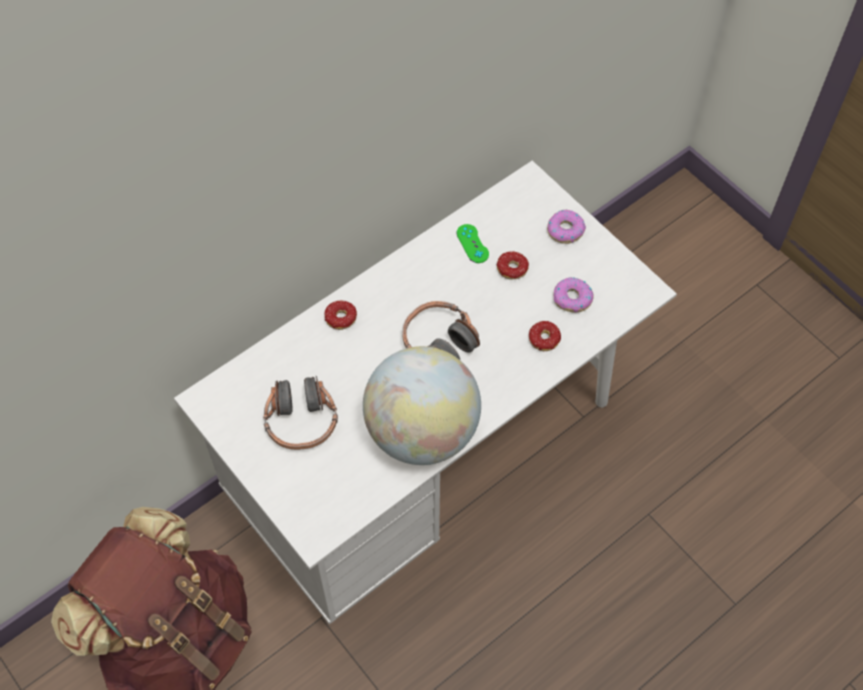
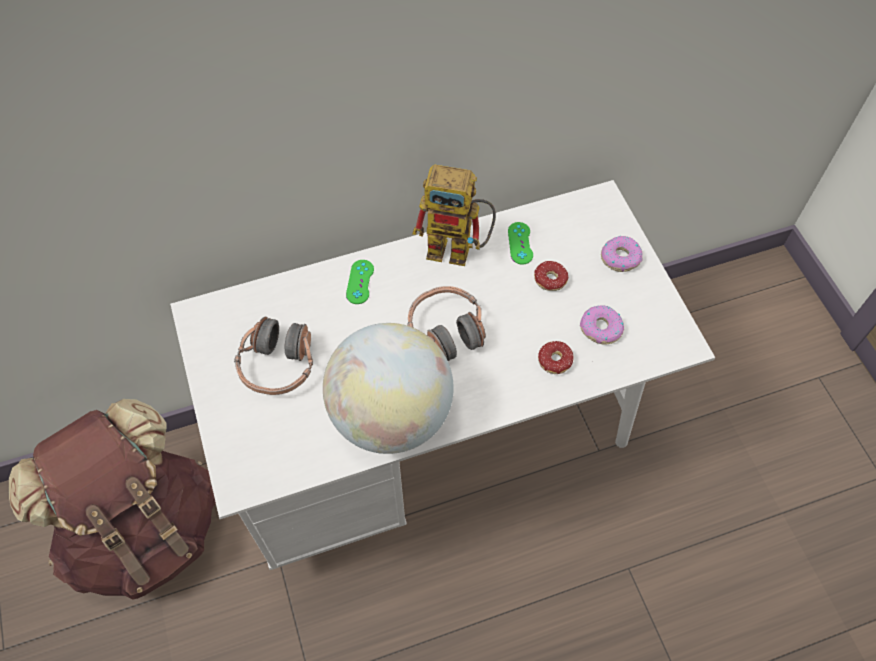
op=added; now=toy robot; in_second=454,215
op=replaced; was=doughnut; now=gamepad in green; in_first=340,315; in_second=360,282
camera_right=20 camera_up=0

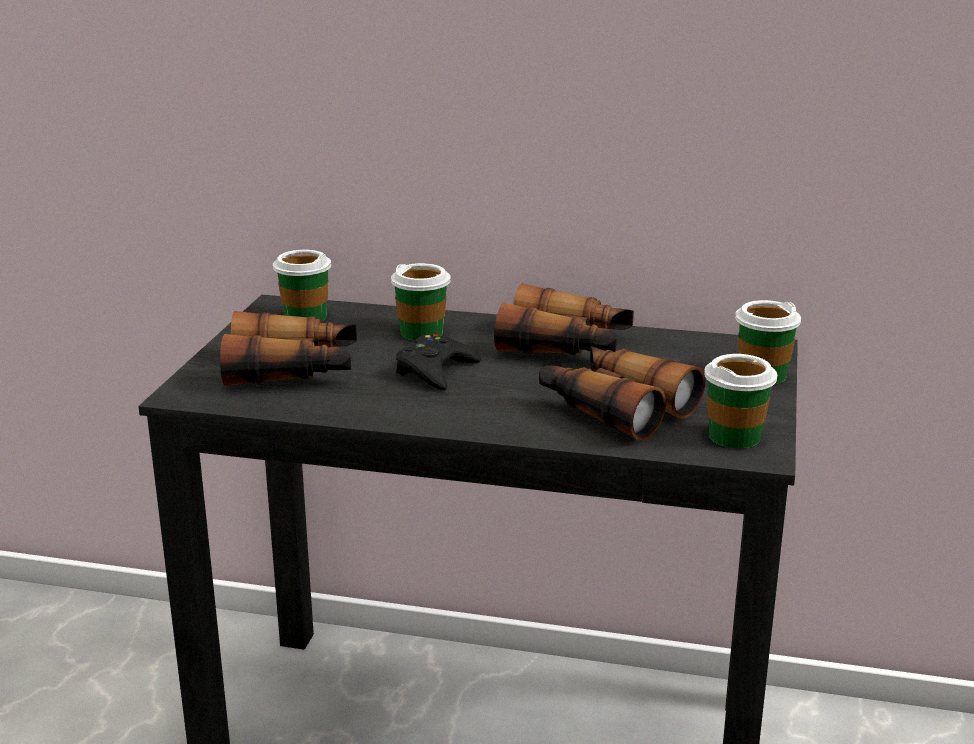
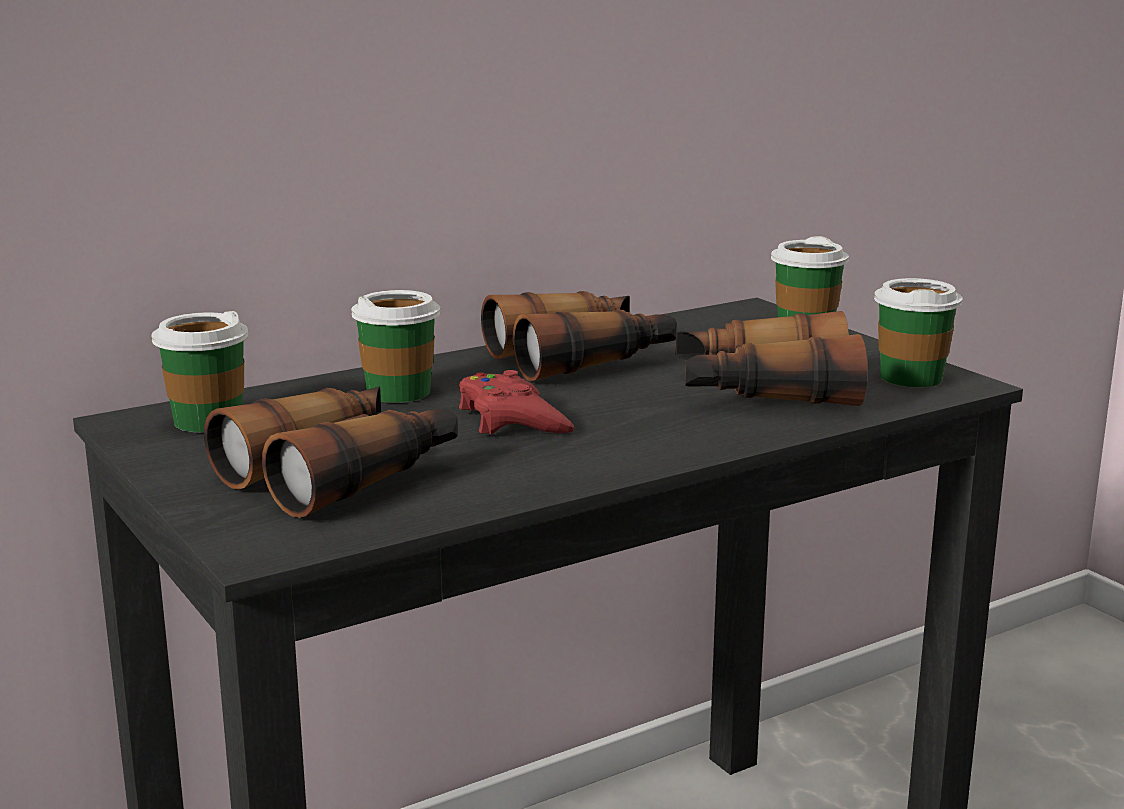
op=recoloured; was=gamepad in blackish; now=gamepad in red; in_first=438,362; in_second=516,402
camera_right=-45 camera_up=-5

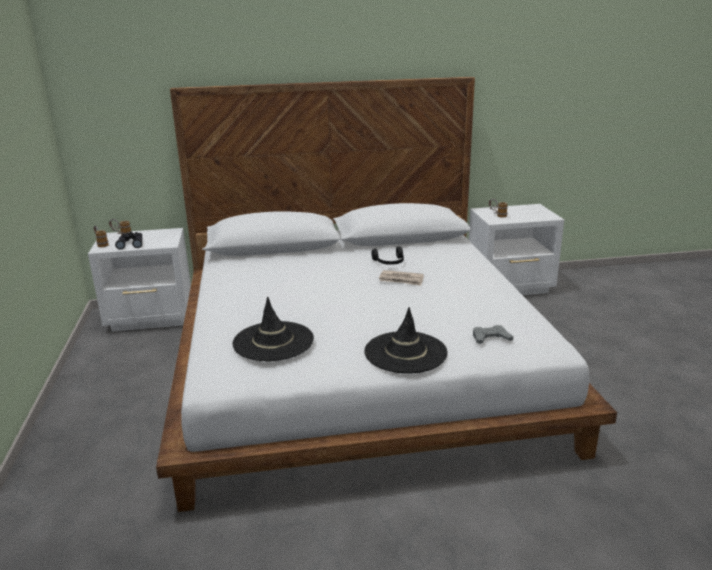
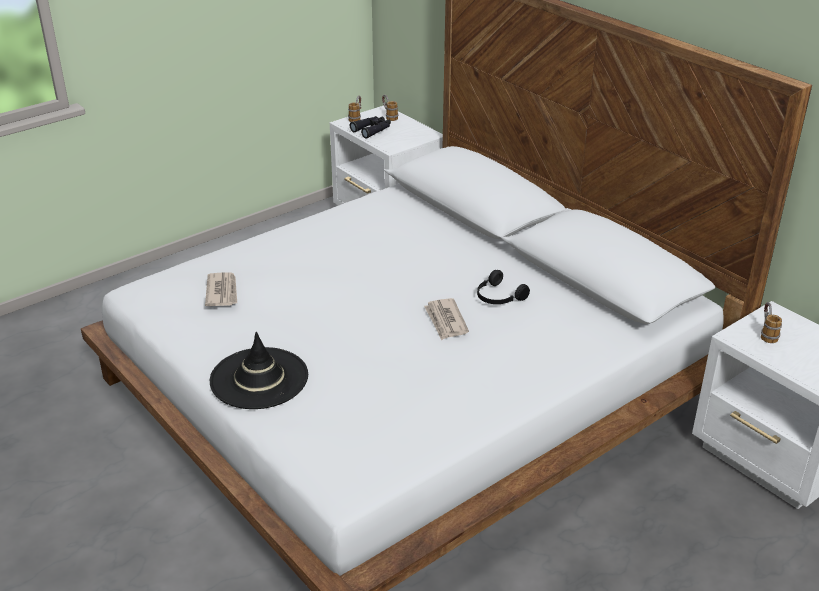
op=removed; was=gamepad in greyish; in_first=493,334
op=replaced; was=hat in blackish; now=daily paper; in_first=273,329; in_second=221,289
camera_right=60 camera_up=10

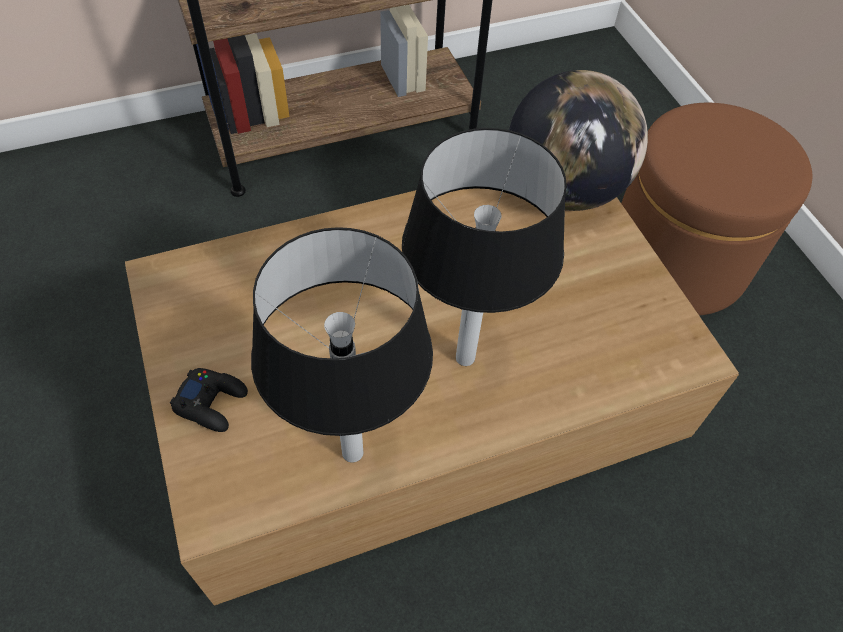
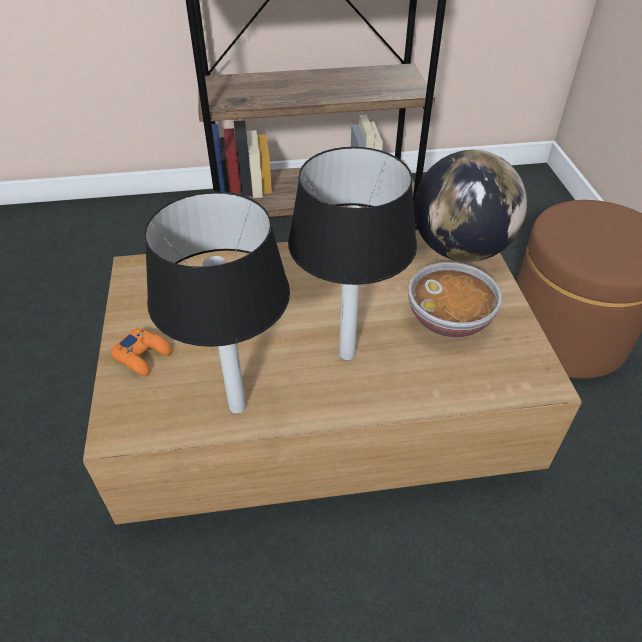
op=added; now=serving bowl; in_second=455,300
op=recoloured; was=gamepad in blackish; now=gamepad in orangey; in_first=209,400; in_second=141,352
camera_right=15 camera_up=-10

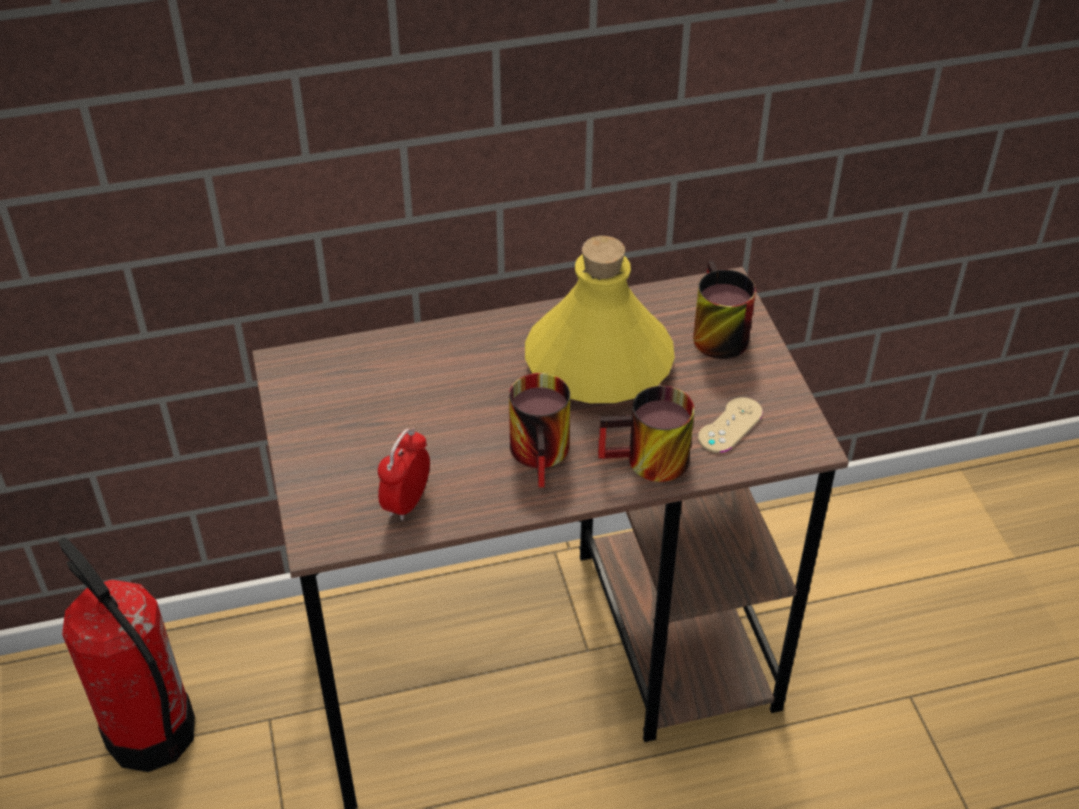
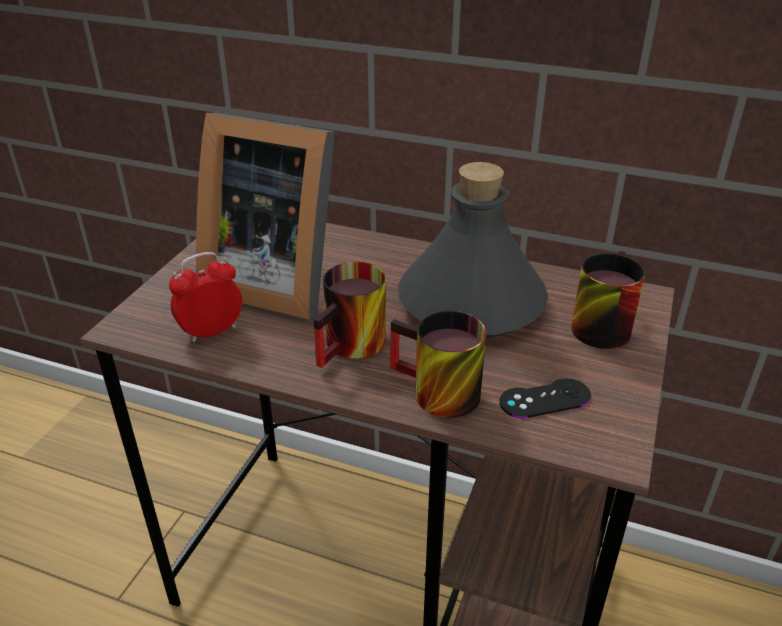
op=removed; was=fire extinguisher; in_first=126,654
op=added; now=standing frame; in_second=265,216
op=recoloured; was=bottle in yellowish; now=bottle in greyish; in_first=600,319; in_second=473,250
op=recoloured; was=gamepad in beige; now=gamepad in blackish; in_first=730,425; in_second=545,398
camera_right=35 camera_up=-10

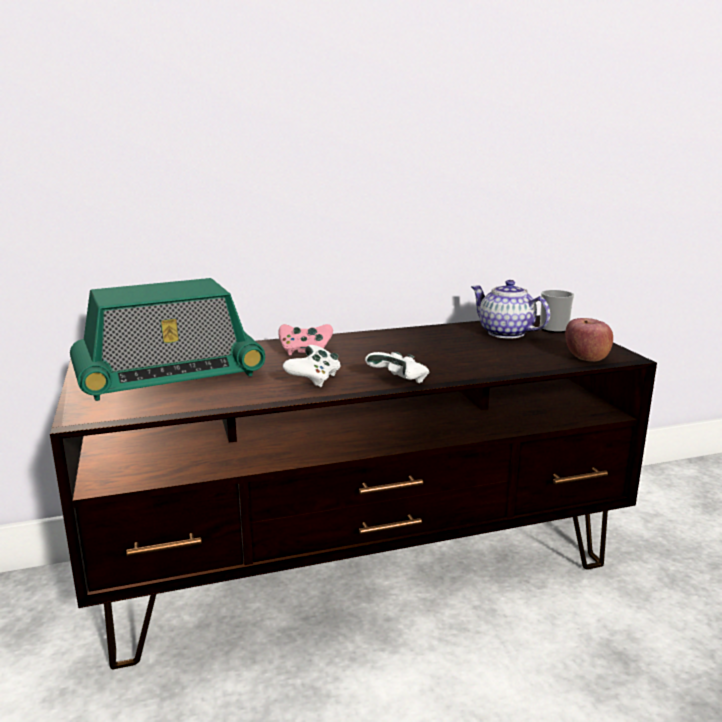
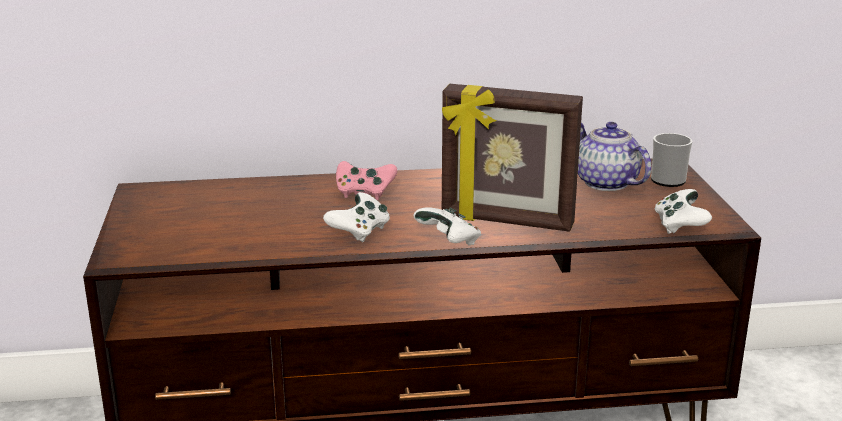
op=removed; was=radio set; in_first=167,339
op=added; now=standing frame; in_second=512,158
op=replaced; was=apple; now=gamepad in whitish; in_first=589,340; in_second=683,211
camera_right=10 camera_up=5

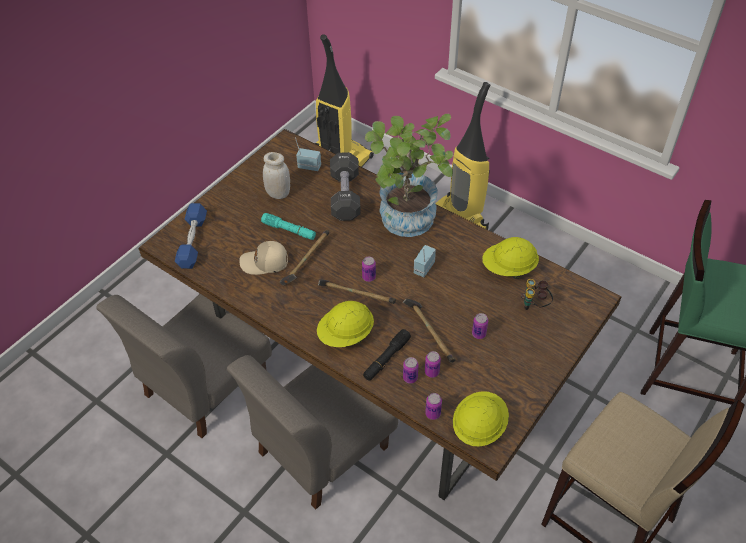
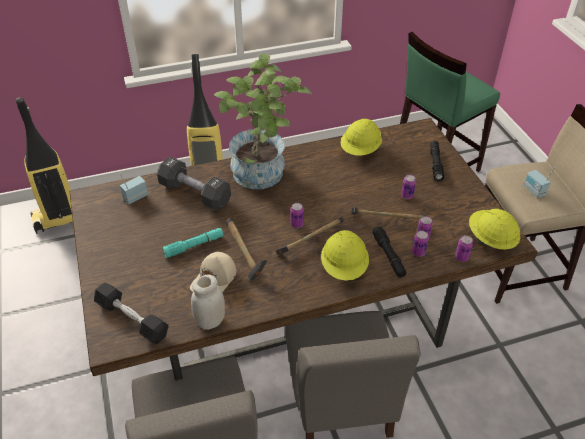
op=removed; was=pair of binoculars; in_first=537,294
op=added; now=flashlight in blackish; in_second=437,161
op=moved; was=jar in whitish; in_first=276,175; in_second=208,302
op=moved; was=radio set; in_first=425,261; in_second=539,182
op=recoloured; was=free weight in blue; now=free weight in blackish; in_first=190,236; in_second=131,313
camera_right=-55 camera_up=-5

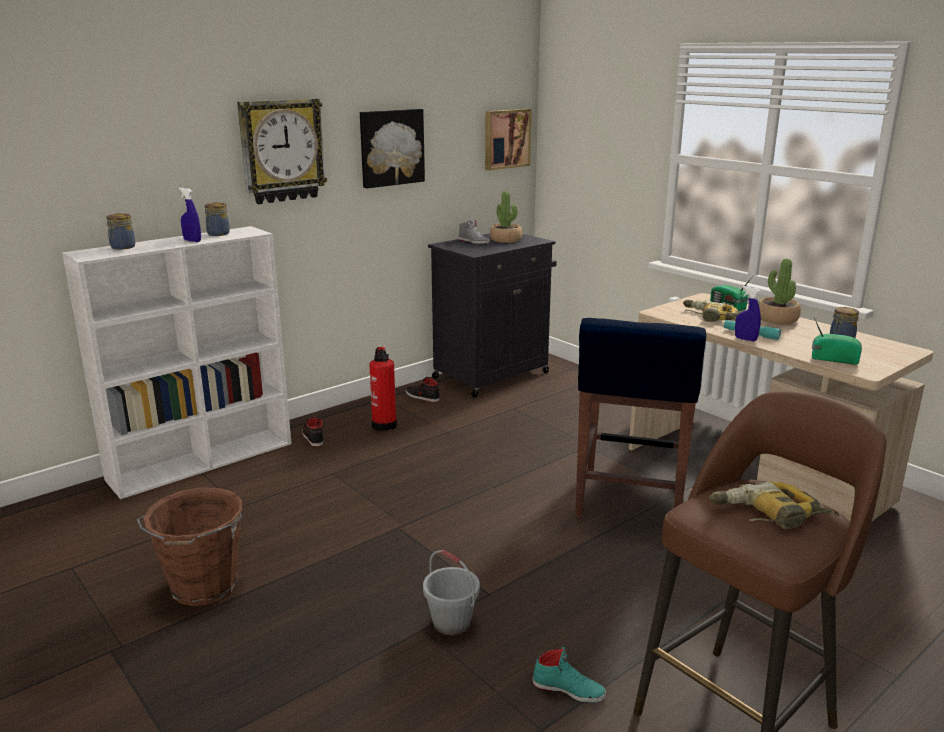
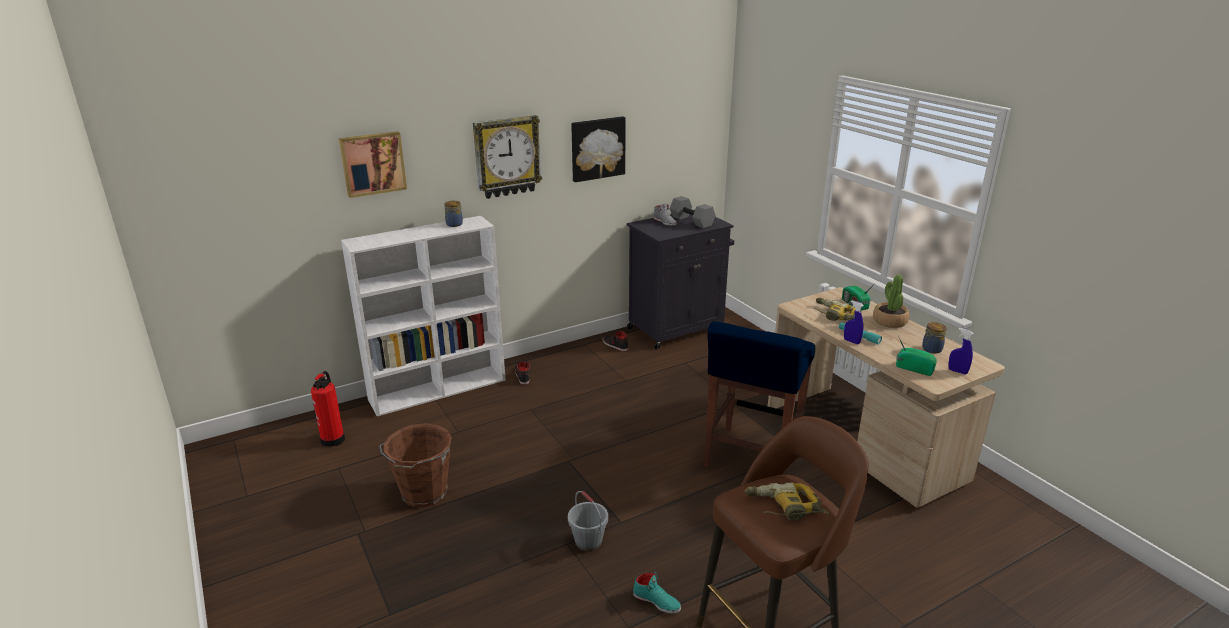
op=removed; was=jar; in_first=120,231
op=moved; was=sprayer in blue; in_first=190,215; in_second=961,351
op=moved; was=fire extinguisher; in_first=383,389; in_second=328,409
op=moved; was=wall art; in_first=508,139; in_second=373,164
op=replaced; was=plant in a pot; now=free weight in greyish; in_first=506,217; in_second=693,212
camera_right=10 camera_up=5

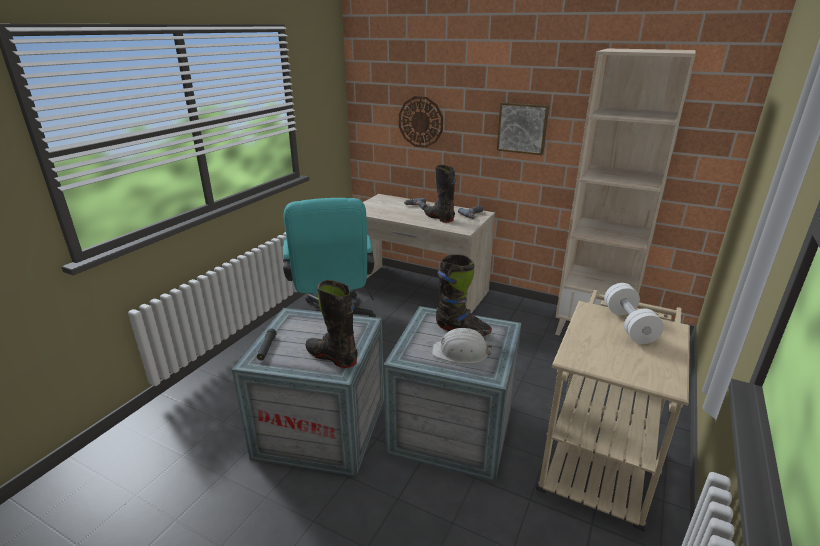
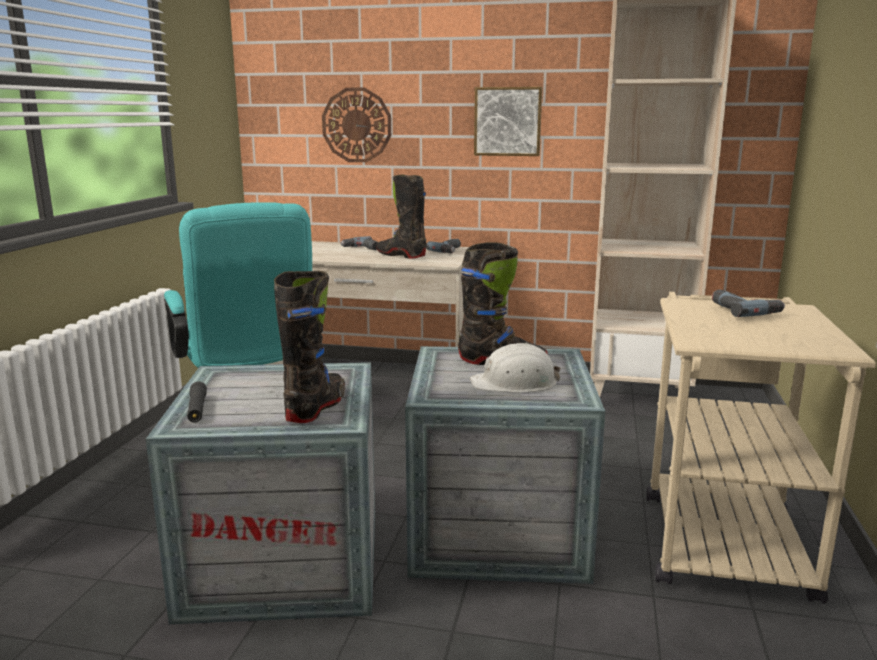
op=replaced; was=free weight in whitish; now=power drill; in_first=634,313; in_second=748,303
op=turned; was=high-top boot in blackish; in_first=331,324; in_second=309,347; clockwise=90
camera_right=-15 camera_up=-10

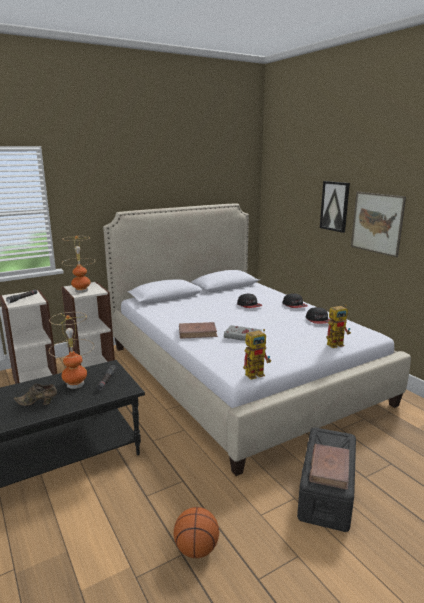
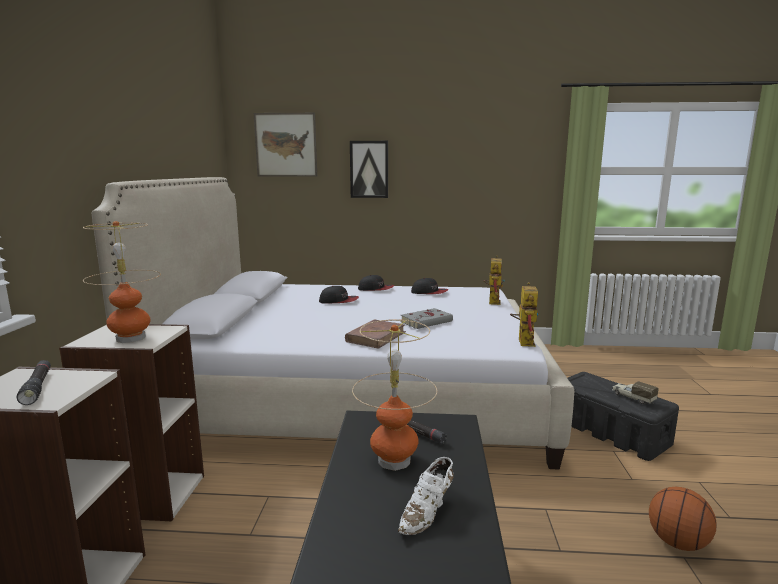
op=moved; was=wall art; in_first=378,224; in_second=285,145
op=replaced; was=volume in brownish; now=toy lorry; in_first=329,467; in_second=635,392
op=recoloured; was=shoe in brownish; now=shoe in whitish; in_first=35,395; in_second=426,496
camera_right=-55 camera_up=-5

